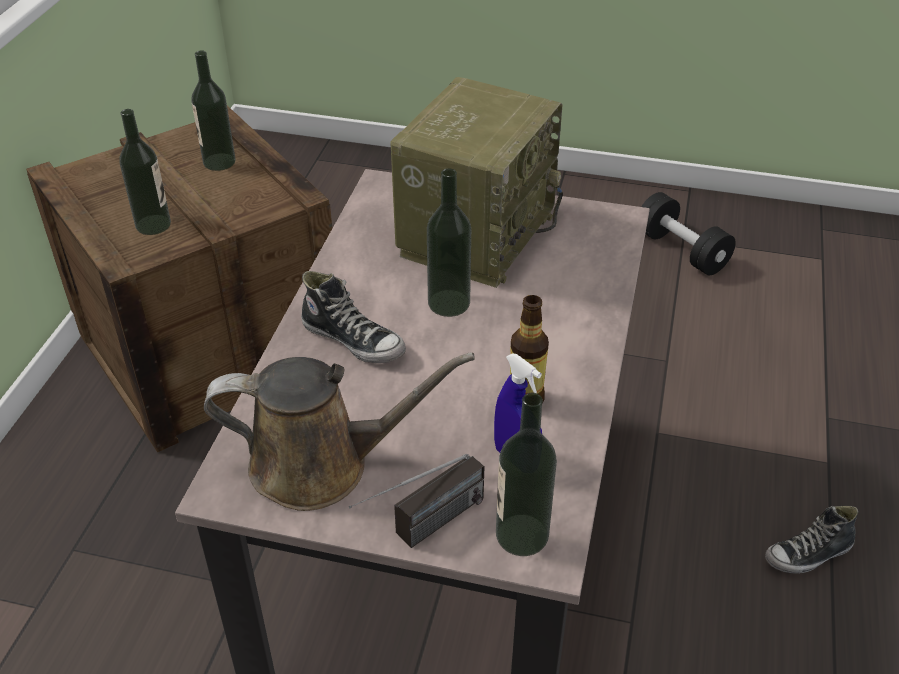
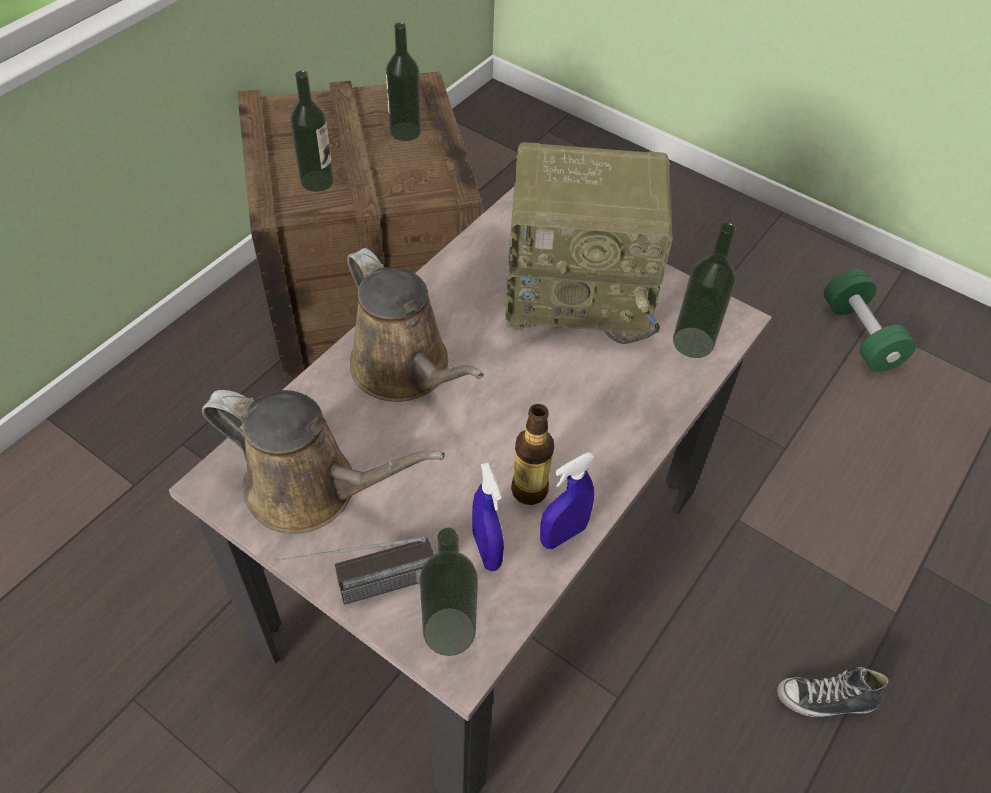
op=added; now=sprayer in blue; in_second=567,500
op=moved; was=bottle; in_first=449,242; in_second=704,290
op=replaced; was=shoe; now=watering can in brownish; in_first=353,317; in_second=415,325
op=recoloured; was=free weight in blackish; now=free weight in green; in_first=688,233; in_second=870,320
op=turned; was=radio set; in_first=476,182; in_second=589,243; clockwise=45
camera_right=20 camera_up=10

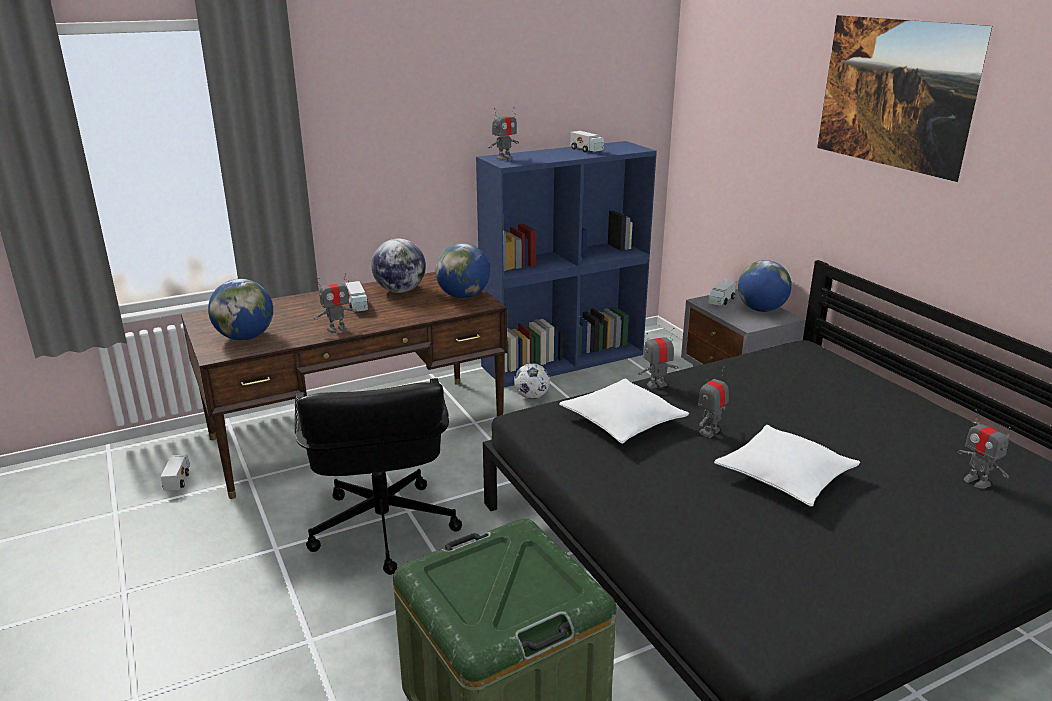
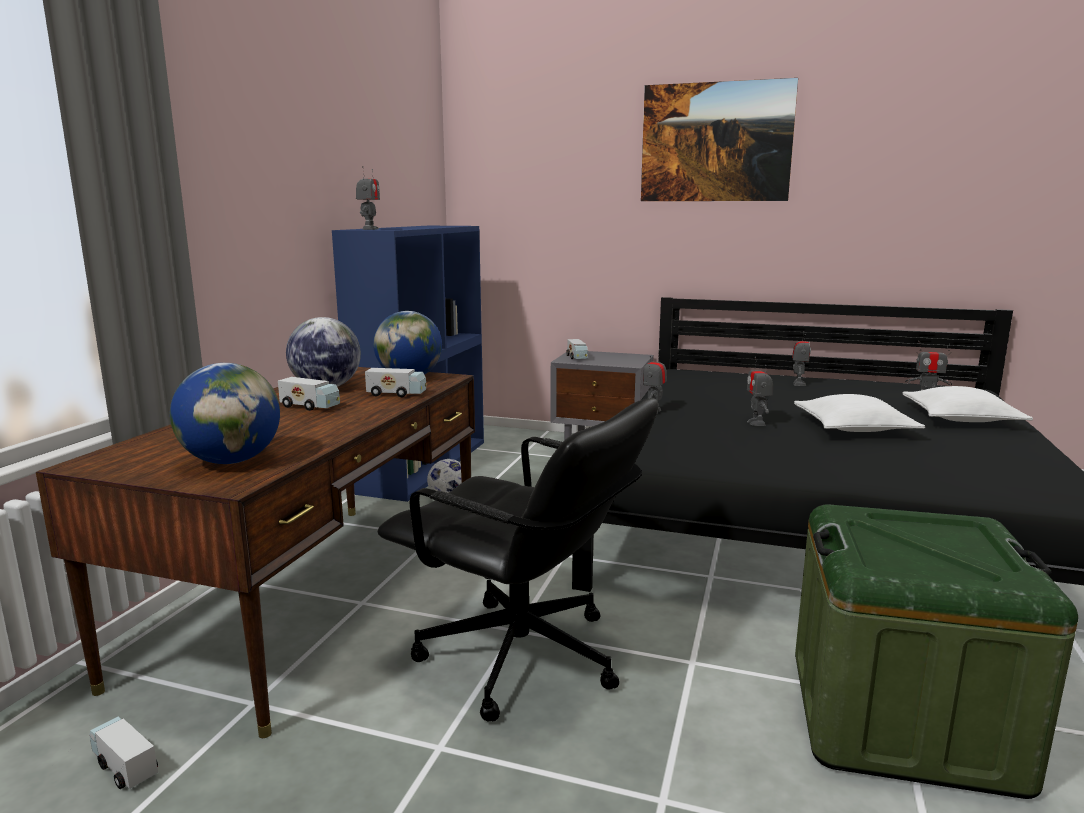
op=removed; was=world globe; in_first=765,286
op=moved; was=toy robot; in_first=335,303; in_second=801,358
op=moved; was=throw pillow in whitish; in_first=624,411; in_second=967,404
op=moved; was=toy lorry; in_first=587,141; in_second=395,382
camera_right=-45 camera_up=-10

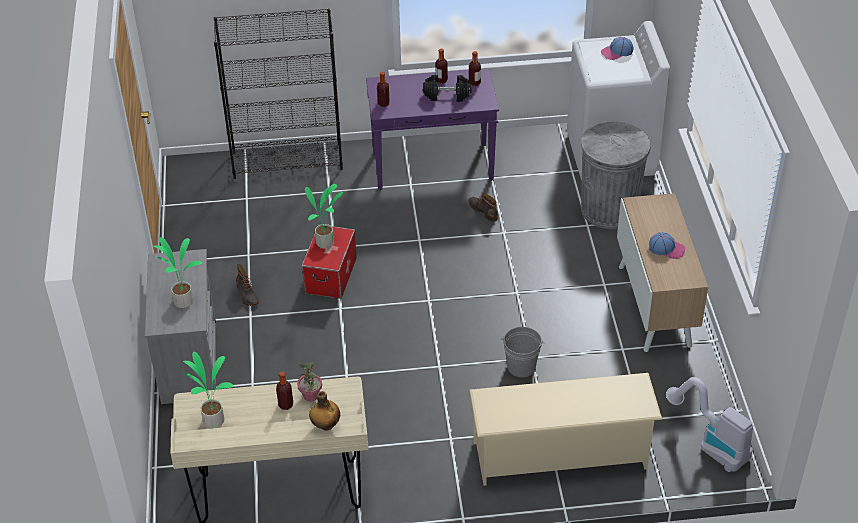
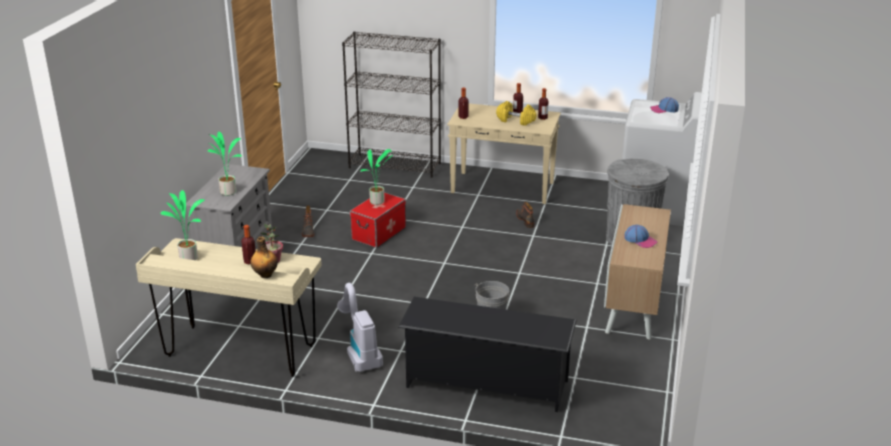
op=moved; was=hoover; in_first=709,424; in_second=360,327
op=recoloured; was=console table in purple; now=console table in beige; in_first=432,129; in_second=504,153
op=recoloured; was=free weight in blackish; now=free weight in yellowish; in_first=447,88; in_second=516,113
op=recoloured; was=shoe rack in beige; now=shoe rack in blackish; in_first=565,429; in_second=487,354
camera_right=20 camera_up=-15

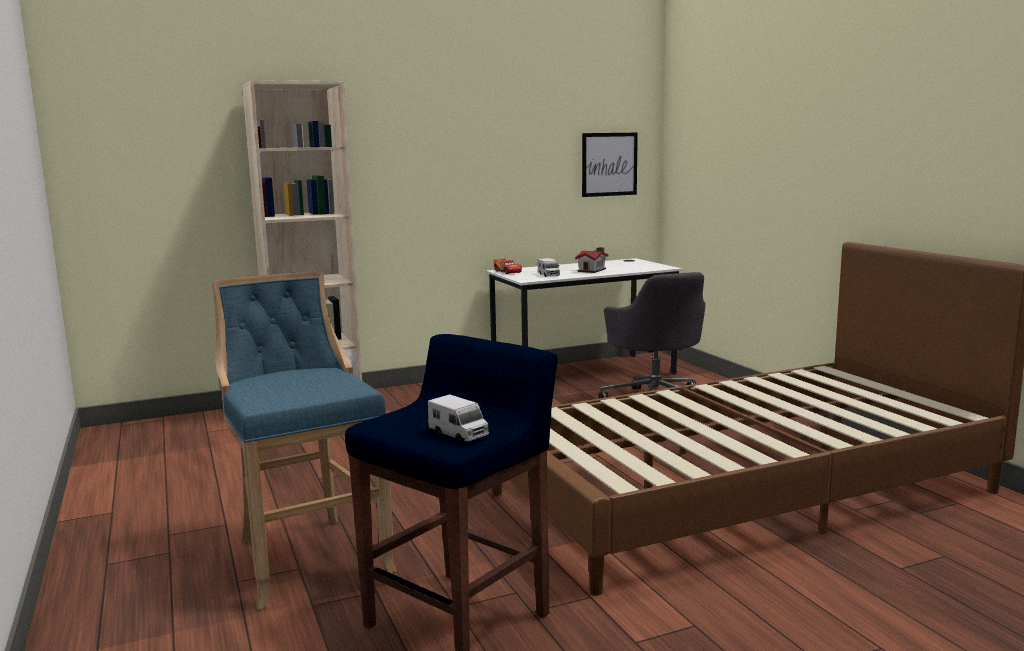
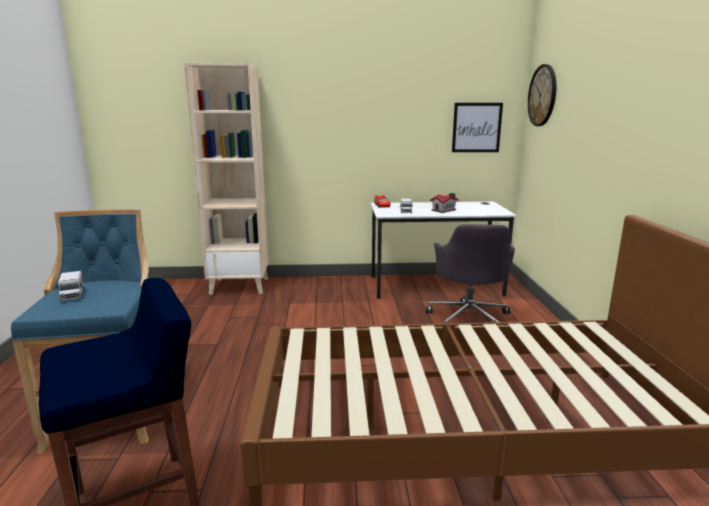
op=added; now=clock on the wall; in_second=542,95
op=moved; was=toy lorry; in_first=458,418; in_second=70,286
camera_right=20 camera_up=5

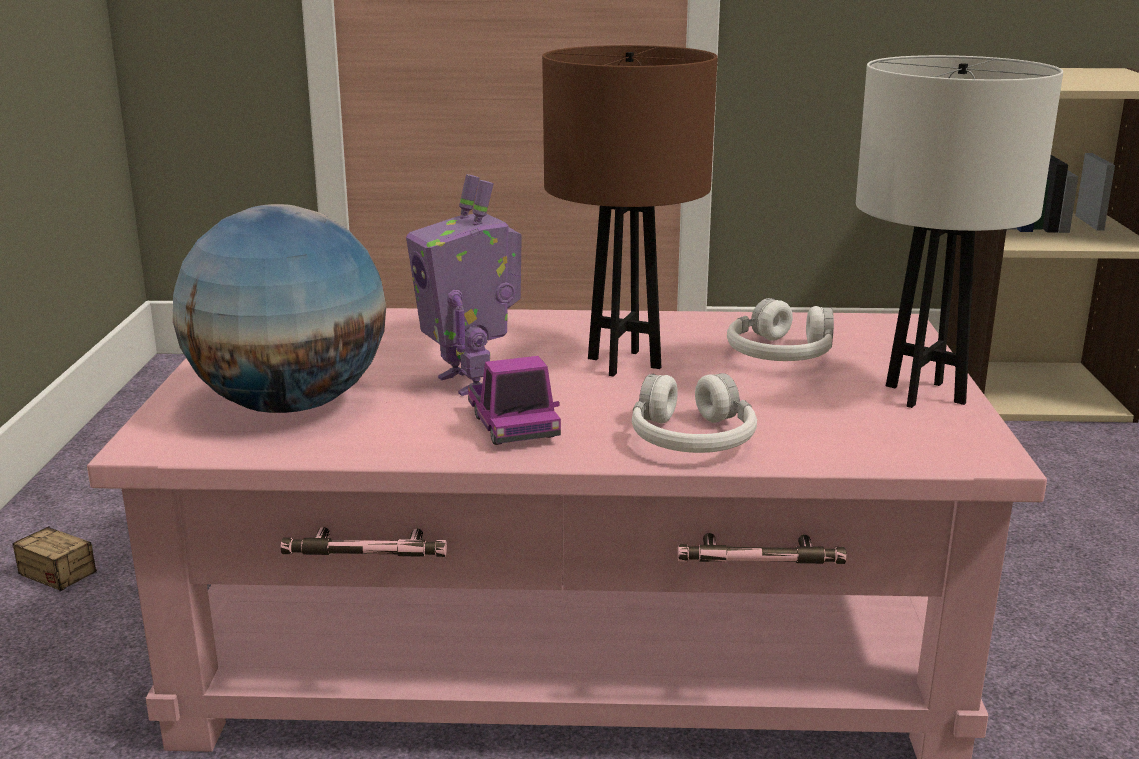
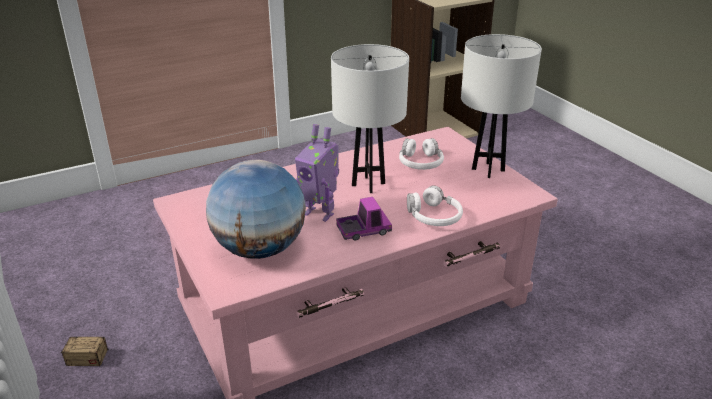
op=recoloured; was=lamp for a table in brownish; now=lamp for a table in whitish; in_first=630,211; in_second=370,118
op=turned; was=toy lorry; in_first=514,400; in_second=364,219; clockwise=-60
camera_right=-30 camera_up=10

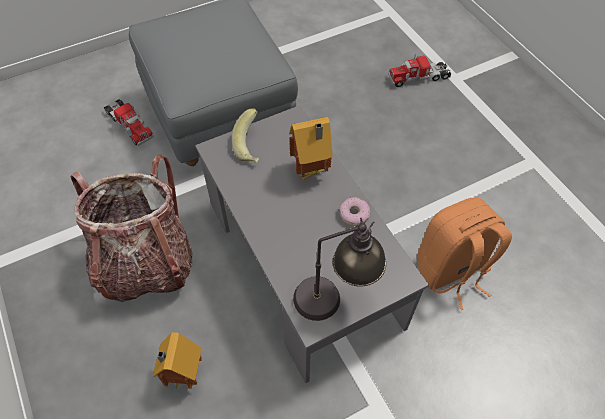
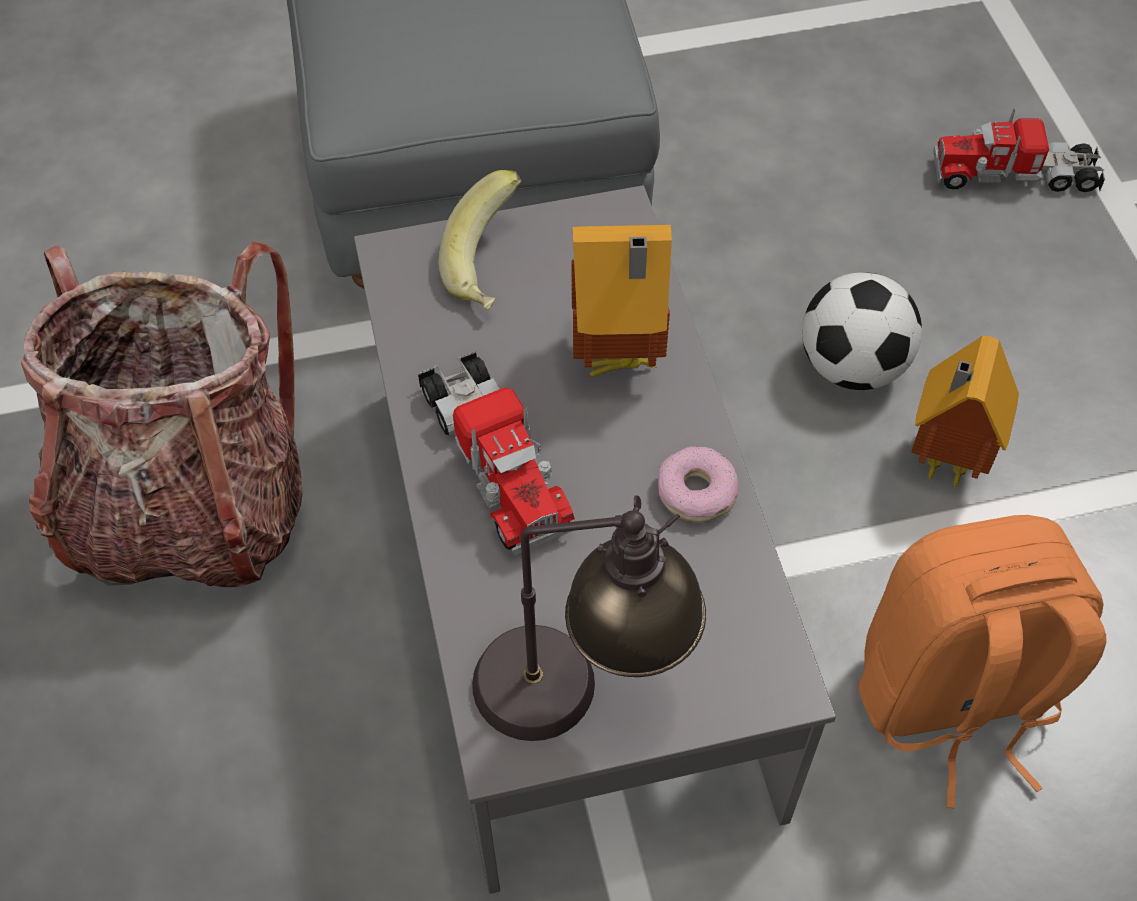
op=added; now=football; in_second=862,331
op=moved; was=toy lorry; in_first=129,122; in_second=496,453
op=moved; was=toy house; in_first=177,361; in_second=965,412
camera_right=15 camera_up=0

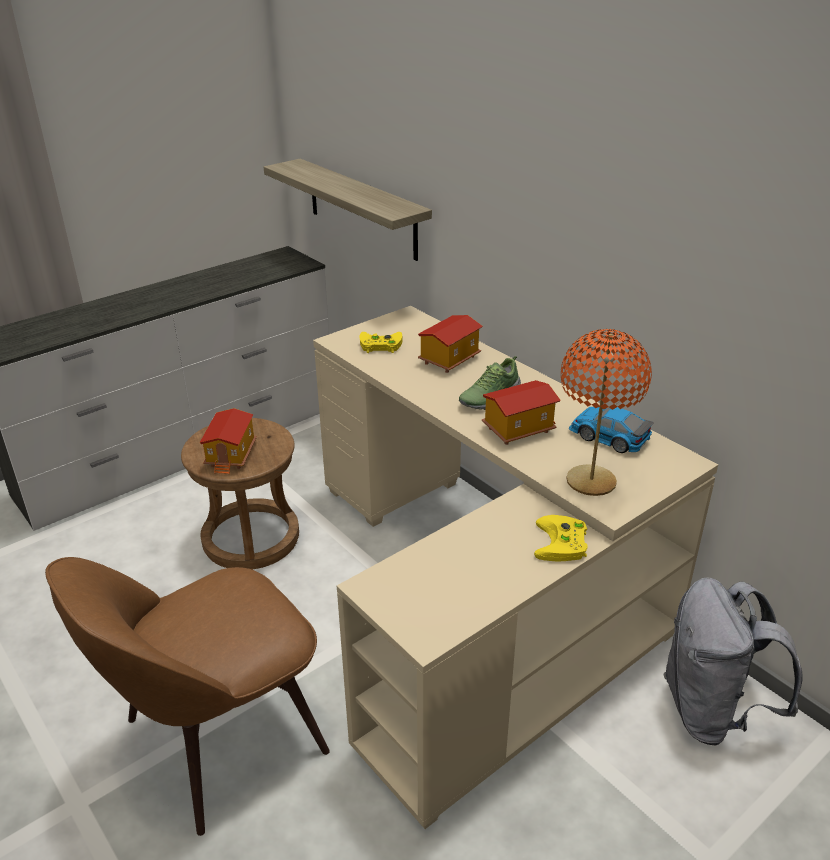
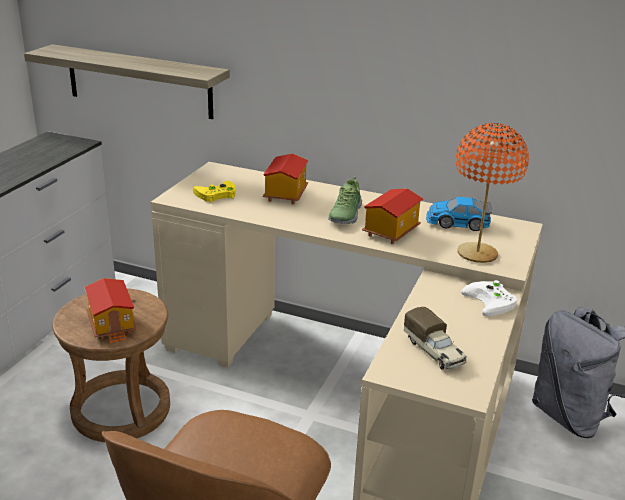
op=added; now=toy lorry; in_second=435,338
op=recoloured; was=gamepad in yellowish; now=gamepad in whitish; in_first=561,538; in_second=489,298
camera_right=-30 camera_up=-5

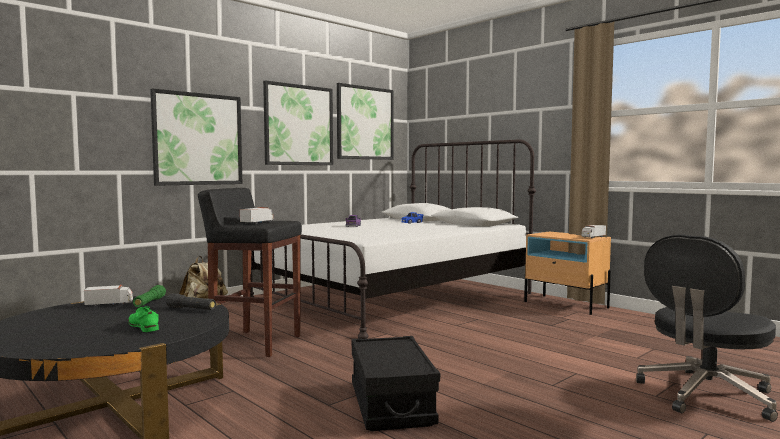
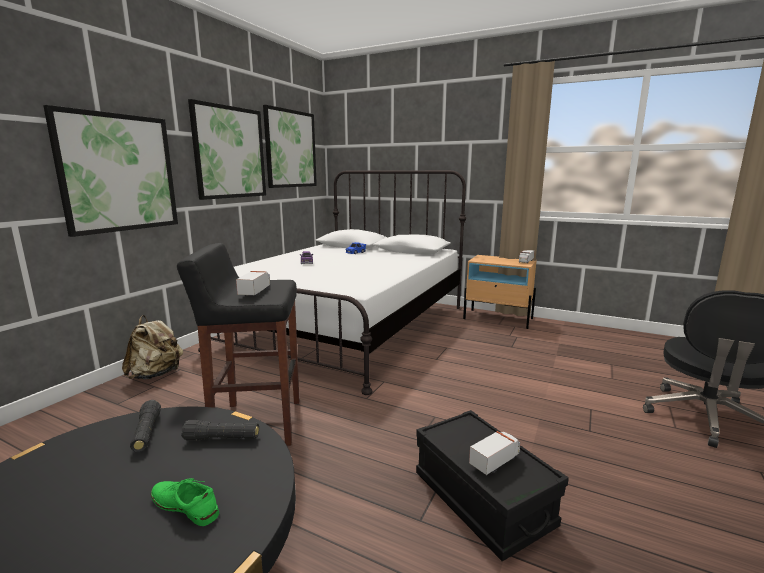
op=moved; was=toy lorry; in_first=108,296; in_second=494,453
op=recoloured; was=flashlight in green; now=flashlight in blackish; in_first=149,296; in_second=145,426
camera_right=-20 camera_up=10

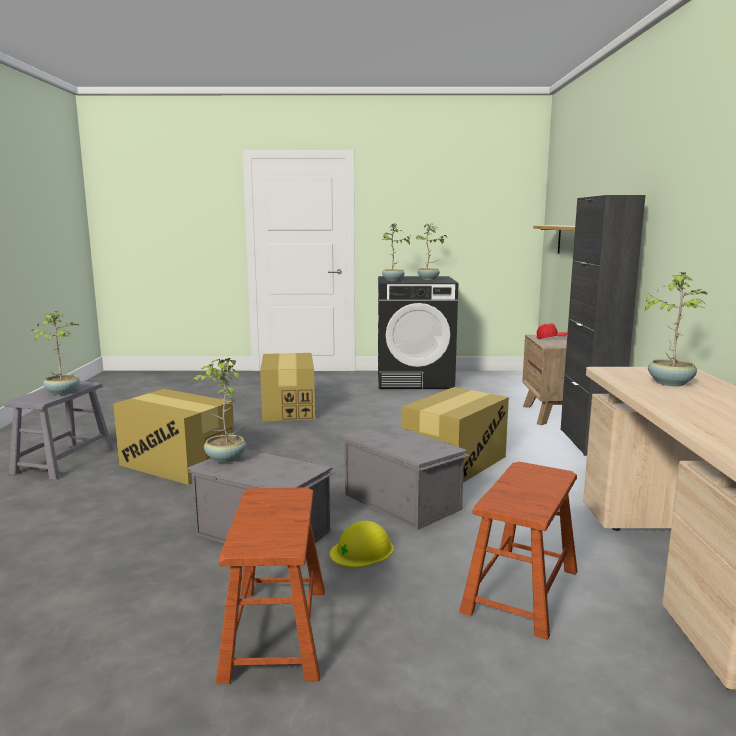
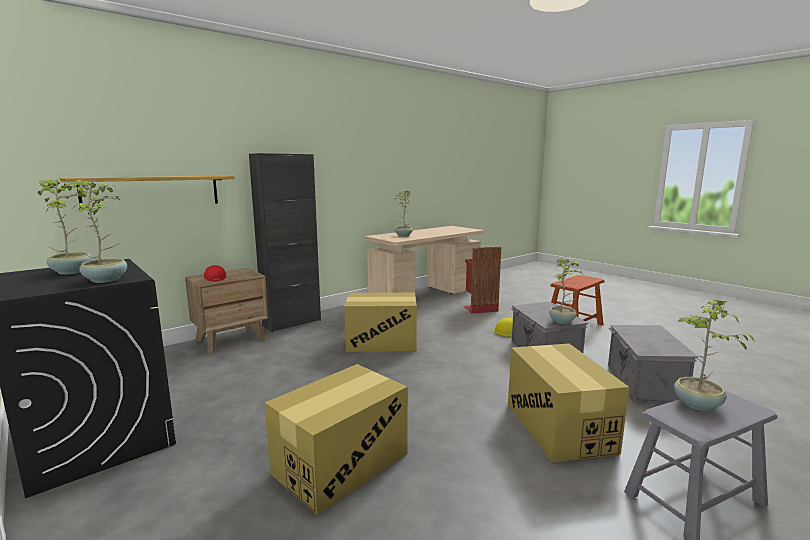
op=moved; was=storage container in greyish; in_first=406,477; in_second=653,364
op=replaced; was=stool seat in brownish; now=rubbish bin in red; in_first=518,551; in_second=482,280
camera_right=-130 camera_up=0

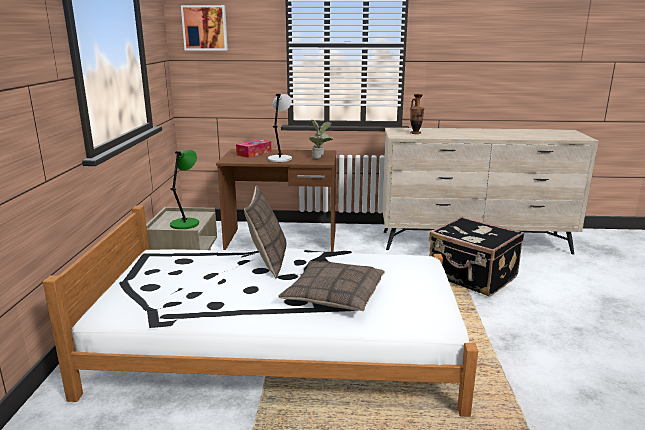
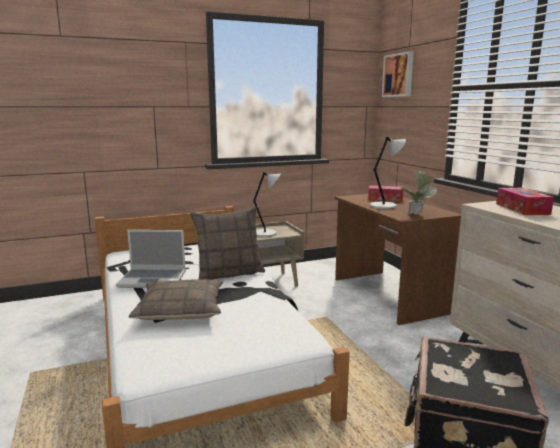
op=added; now=laptop; in_second=151,259
op=replaced; was=decorative vase; now=box of tissues; in_first=417,114; in_second=525,201
op=recoloured; was=lamp for a table in green; now=lamp for a table in greyish; in_first=184,189; in_second=267,204
camera_right=65 camera_up=-5

